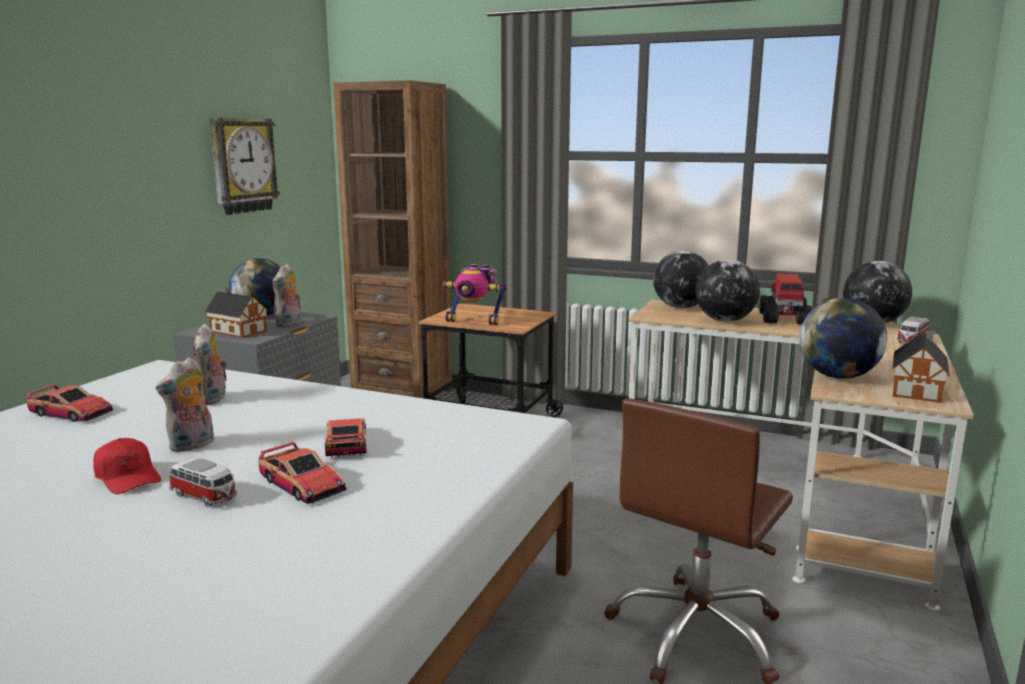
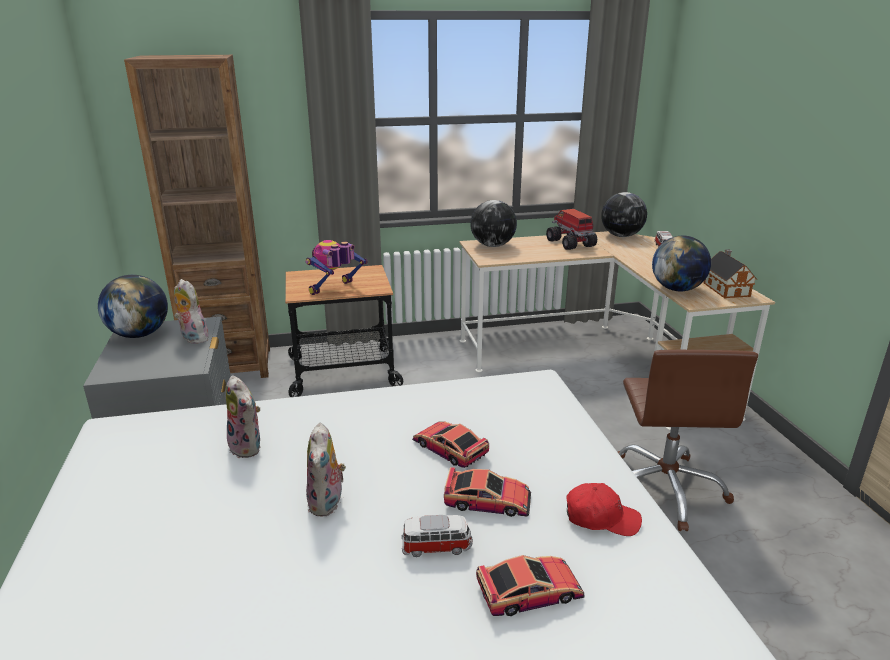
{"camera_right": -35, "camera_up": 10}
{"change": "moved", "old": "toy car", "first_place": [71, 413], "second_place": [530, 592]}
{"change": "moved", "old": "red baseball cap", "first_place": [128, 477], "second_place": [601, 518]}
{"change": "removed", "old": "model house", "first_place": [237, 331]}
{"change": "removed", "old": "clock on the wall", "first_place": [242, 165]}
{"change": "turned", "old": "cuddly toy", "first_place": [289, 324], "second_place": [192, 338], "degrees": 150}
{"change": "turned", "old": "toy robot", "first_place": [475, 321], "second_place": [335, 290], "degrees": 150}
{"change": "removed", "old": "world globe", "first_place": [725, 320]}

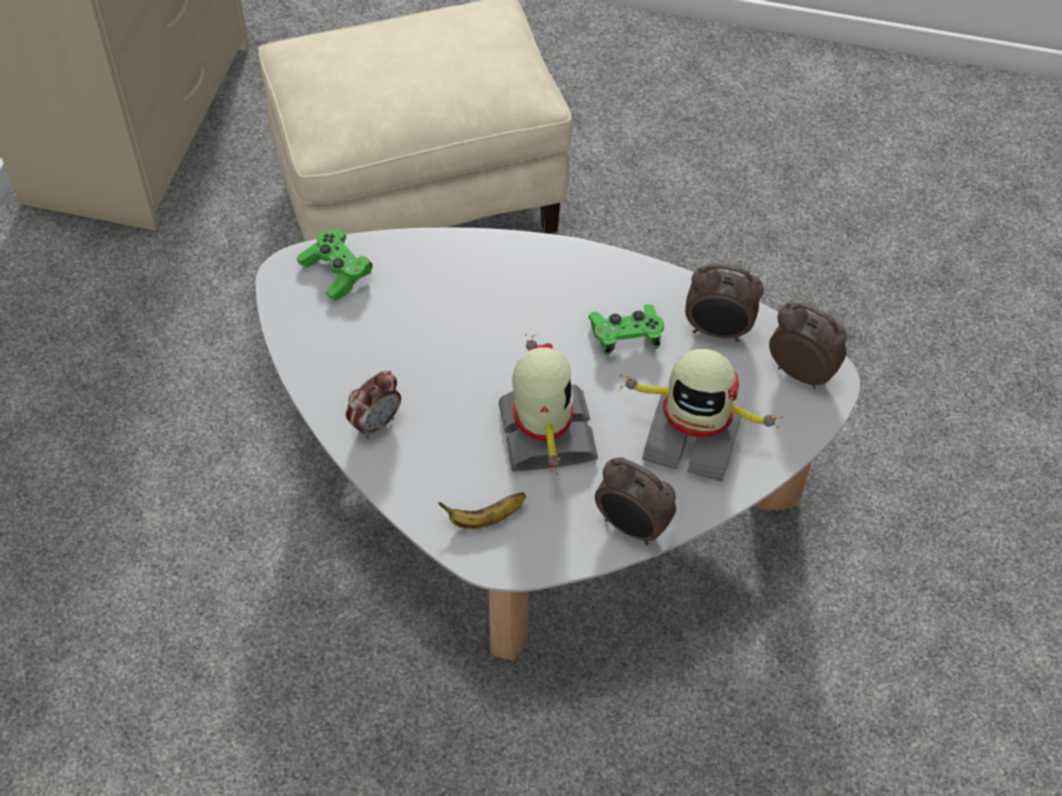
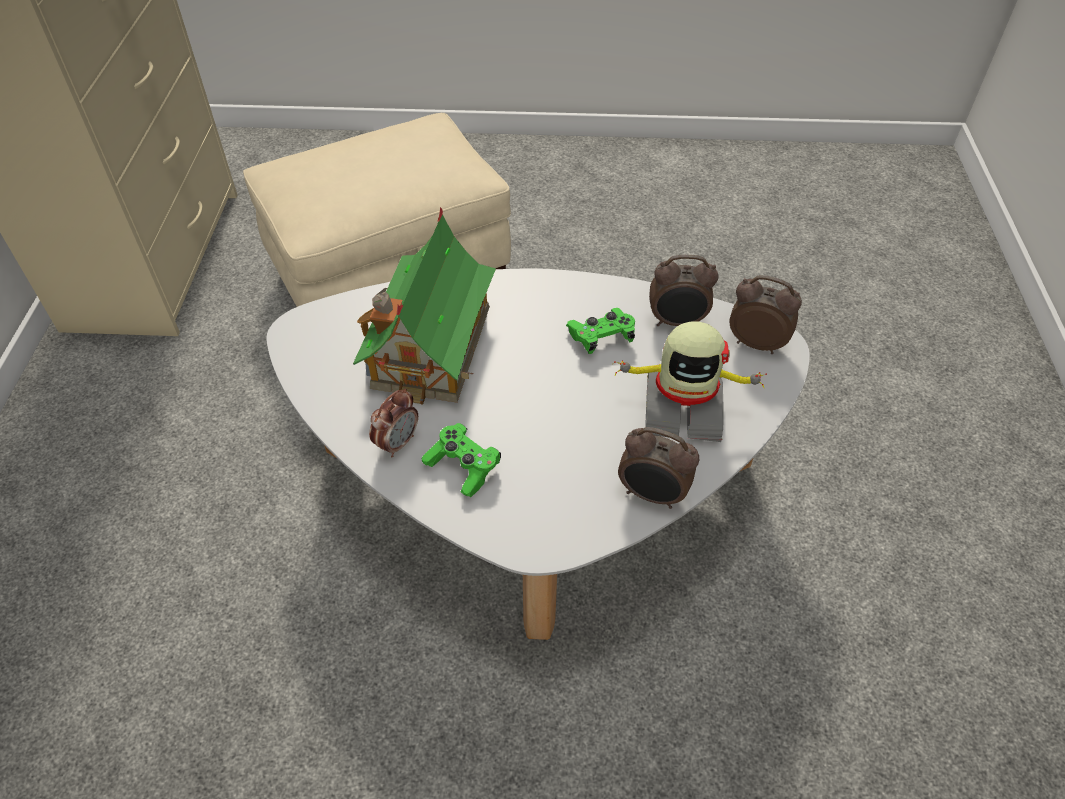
{"camera_right": -10, "camera_up": -5}
{"change": "moved", "old": "greenish gamepad", "first_place": [336, 272], "second_place": [463, 467]}
{"change": "removed", "old": "banana", "first_place": [485, 519]}
{"change": "removed", "old": "toy robot", "first_place": [544, 434]}
{"change": "added", "new": "model house", "second_place": [431, 347]}

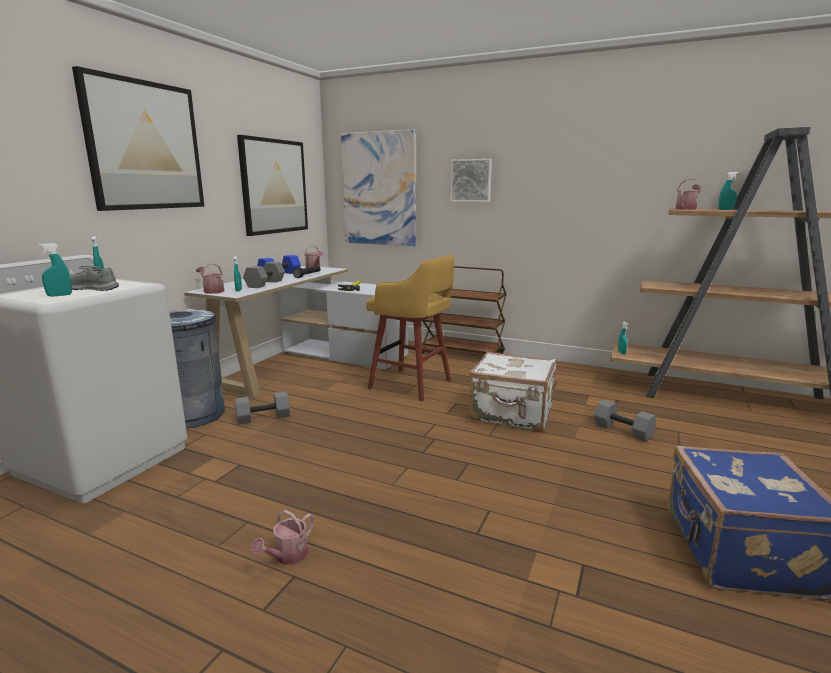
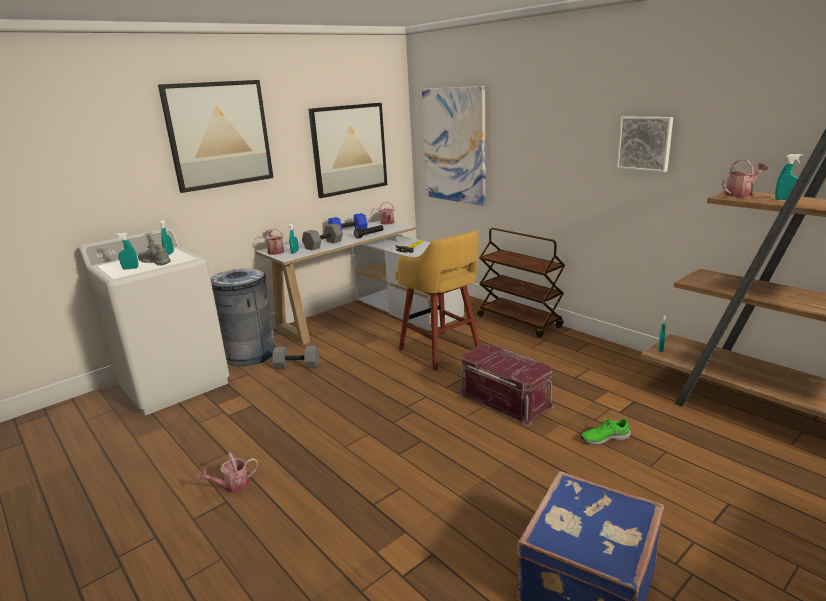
{"camera_right": 25, "camera_up": 5}
{"change": "moved", "old": "wall art", "first_place": [471, 180], "second_place": [645, 143]}
{"change": "replaced", "old": "white travel case", "new": "red storage bin", "first_place": [512, 414], "second_place": [506, 399]}
{"change": "replaced", "old": "greyish hand weight", "new": "greenish item of footwear", "first_place": [623, 430], "second_place": [604, 438]}

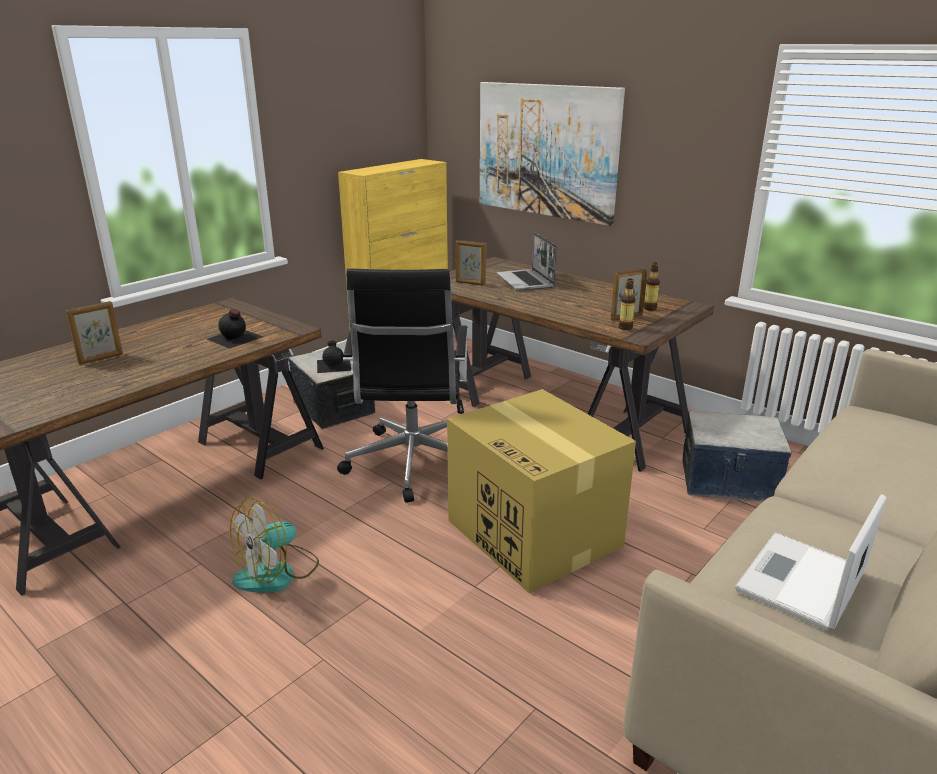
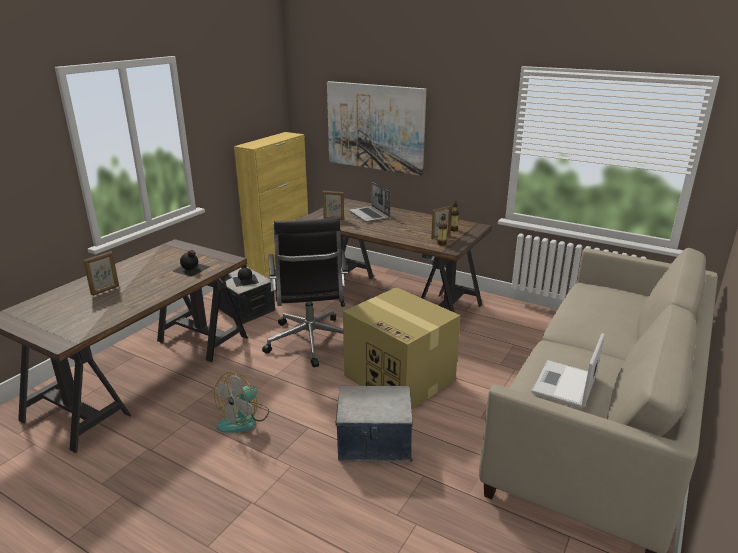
{"camera_right": -10, "camera_up": 0}
{"change": "moved", "old": "storage bin", "first_place": [728, 481], "second_place": [374, 442]}

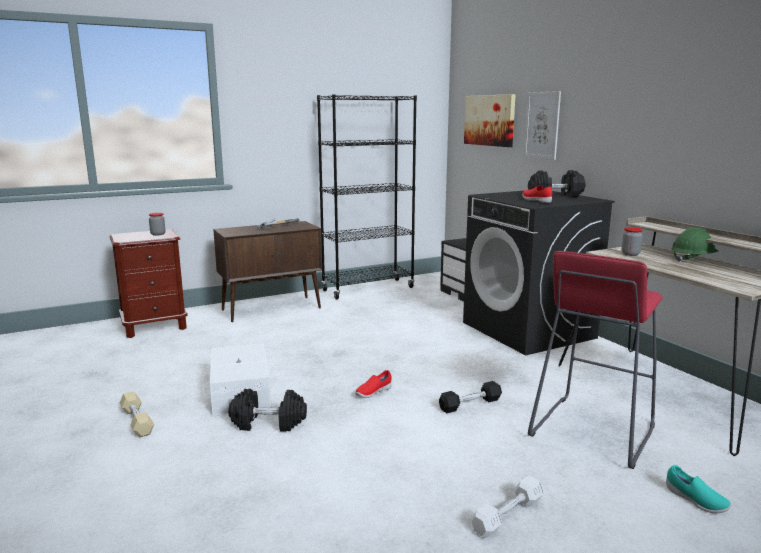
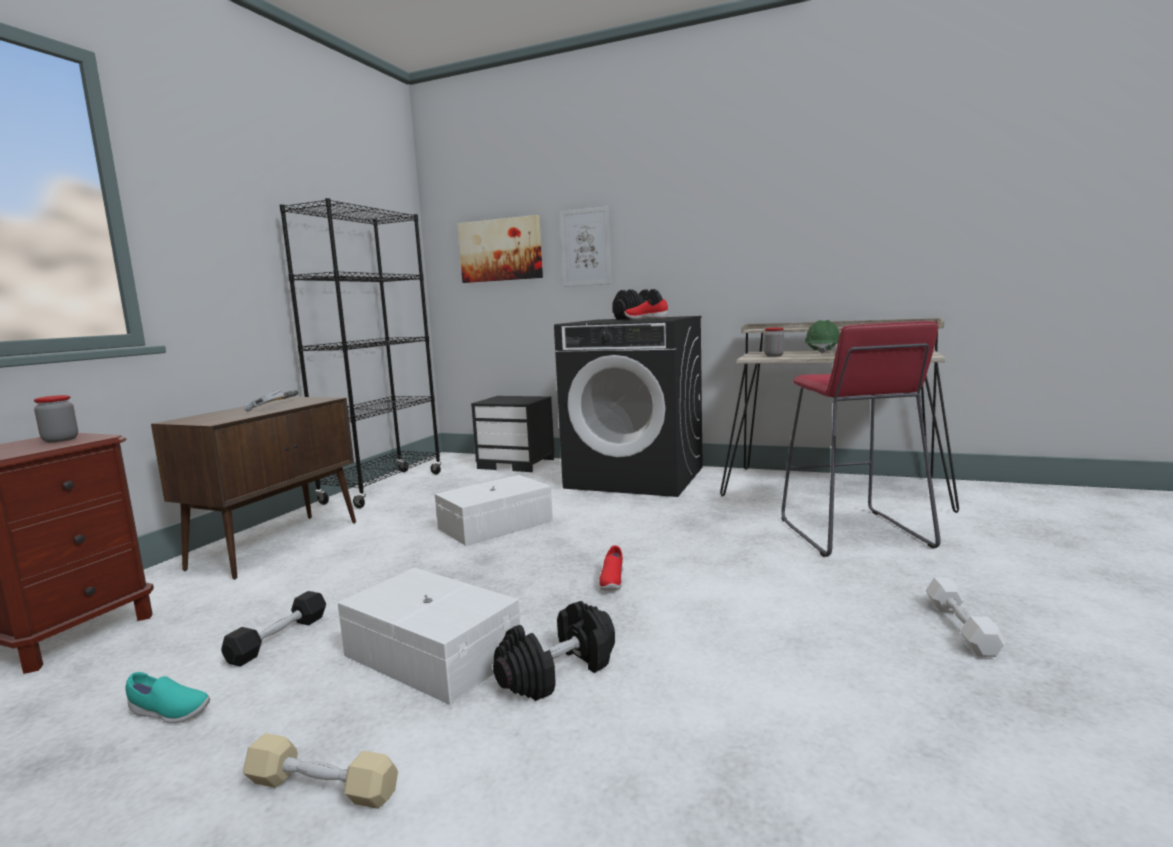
{"camera_right": -40, "camera_up": -5}
{"change": "moved", "old": "black hand weight", "first_place": [470, 404], "second_place": [279, 638]}
{"change": "moved", "old": "turquoise-coloured item of footwear", "first_place": [695, 500], "second_place": [169, 713]}
{"change": "added", "new": "white storage bin", "second_place": [497, 525]}

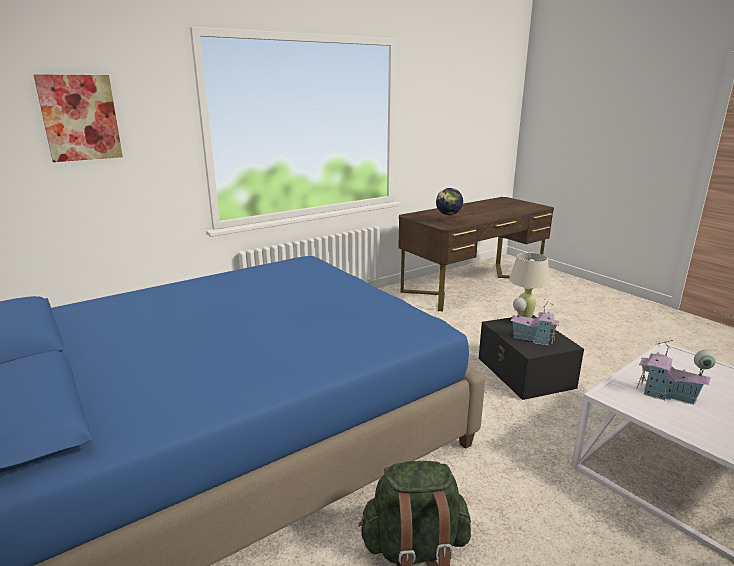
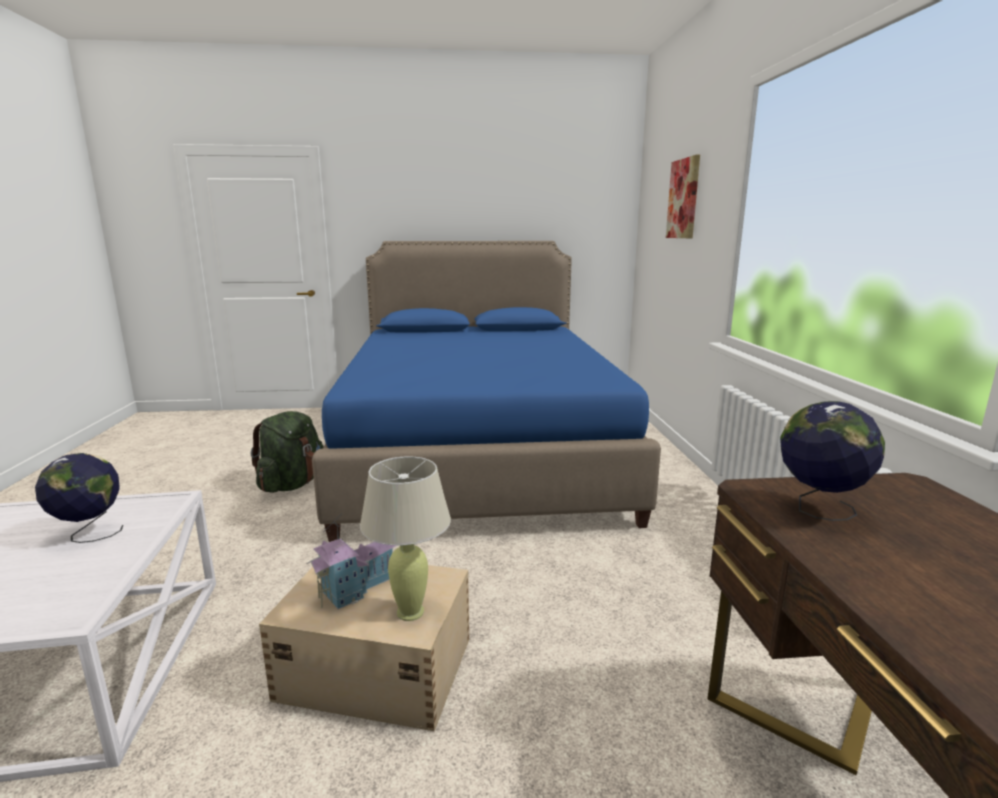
{"camera_right": 120, "camera_up": -5}
{"change": "recoloured", "old": "black storage bin", "new": "beige storage bin", "first_place": [525, 373], "second_place": [375, 667]}
{"change": "replaced", "old": "model house", "new": "world globe", "first_place": [668, 395], "second_place": [89, 534]}

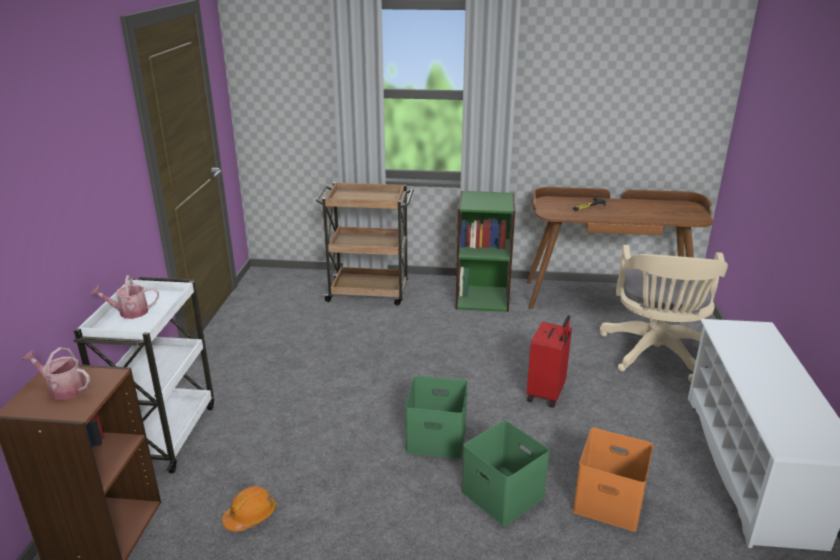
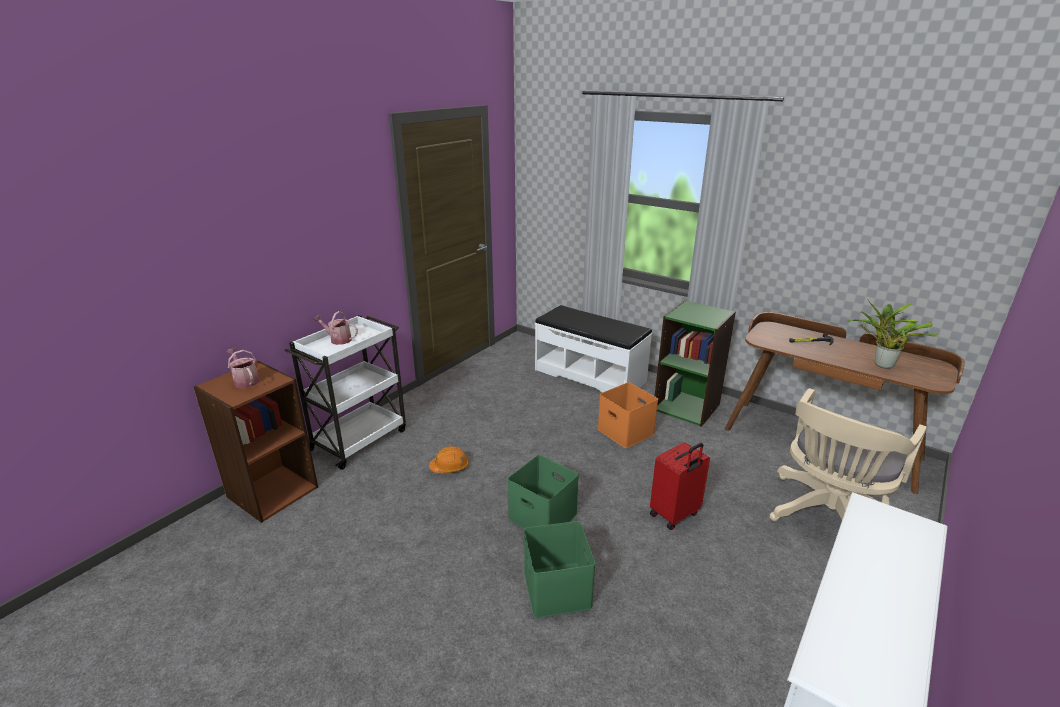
{"camera_right": 30, "camera_up": 0}
{"change": "moved", "old": "orangey work helmet", "first_place": [250, 516], "second_place": [449, 467]}
{"change": "replaced", "old": "brown cart", "new": "white indoor bench", "first_place": [369, 292], "second_place": [590, 375]}
{"change": "moved", "old": "orangey storage bin", "first_place": [607, 501], "second_place": [624, 431]}
{"change": "added", "new": "plant in a pot", "second_place": [880, 364]}

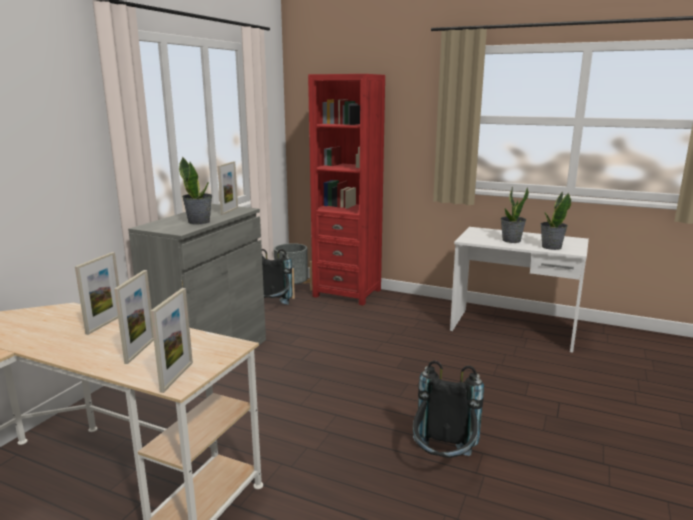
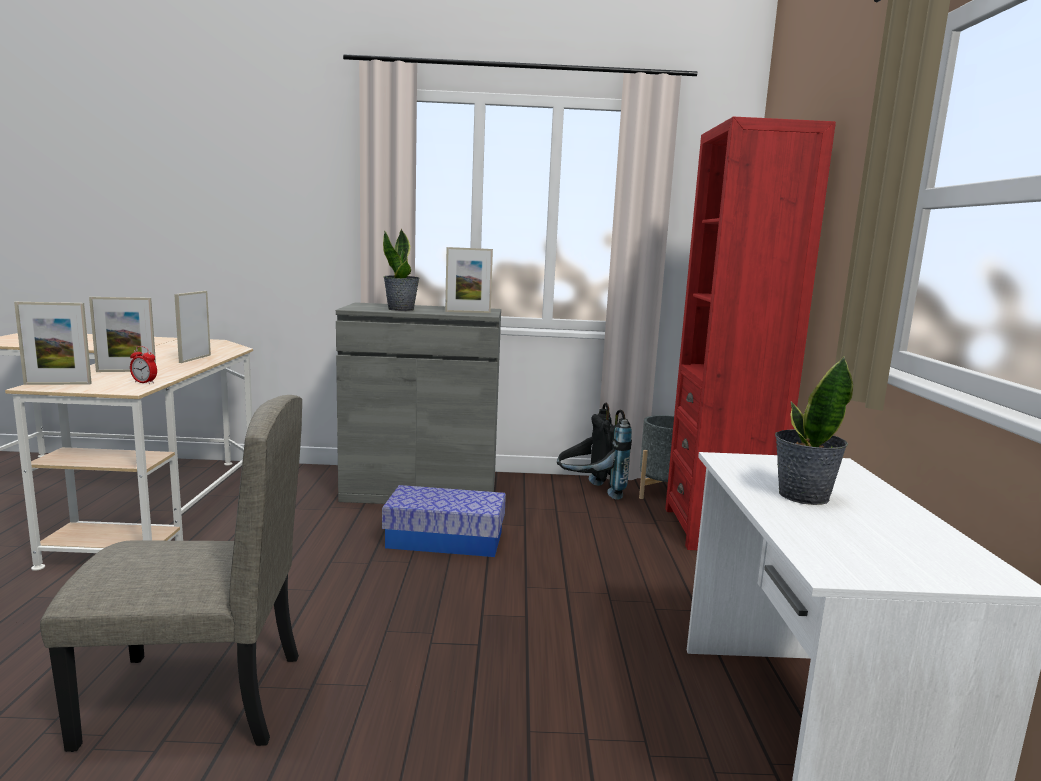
{"camera_right": 65, "camera_up": -5}
{"change": "turned", "old": "picture frame", "first_place": [105, 324], "second_place": [195, 359], "degrees": 105}
{"change": "replaced", "old": "black rucksack", "new": "beige chair", "first_place": [443, 462], "second_place": [194, 700]}
{"change": "removed", "old": "plant in a pot", "first_place": [551, 247]}
{"change": "added", "new": "bedside clock", "second_place": [144, 382]}
{"change": "added", "new": "storage bin", "second_place": [445, 539]}

